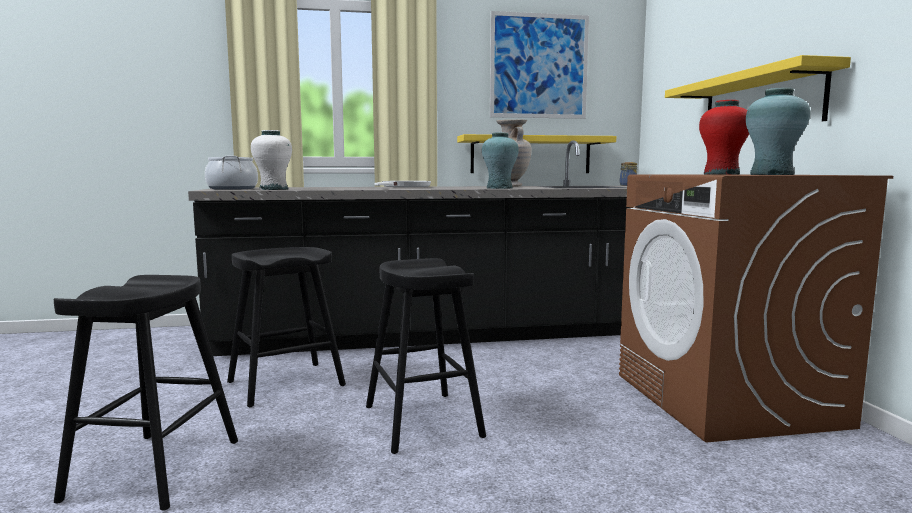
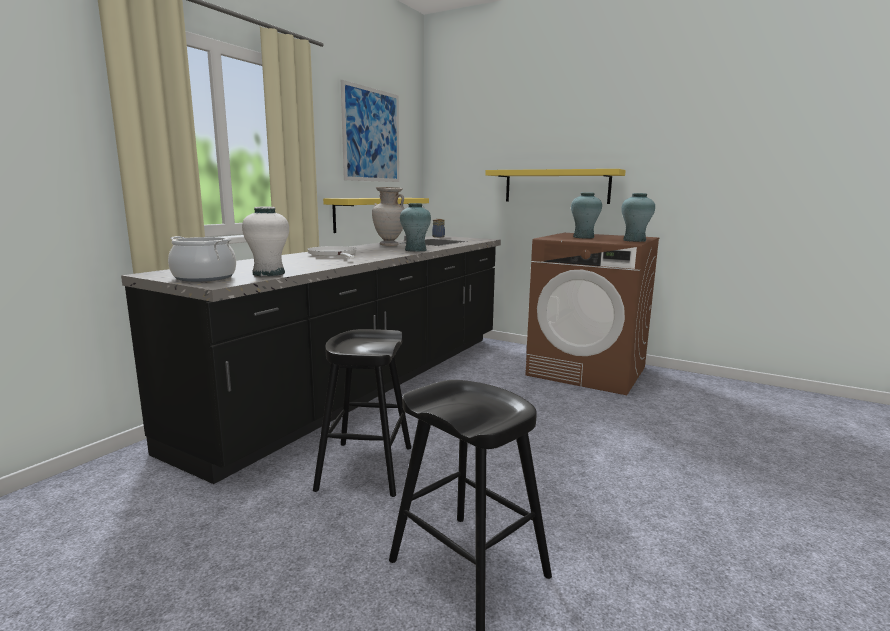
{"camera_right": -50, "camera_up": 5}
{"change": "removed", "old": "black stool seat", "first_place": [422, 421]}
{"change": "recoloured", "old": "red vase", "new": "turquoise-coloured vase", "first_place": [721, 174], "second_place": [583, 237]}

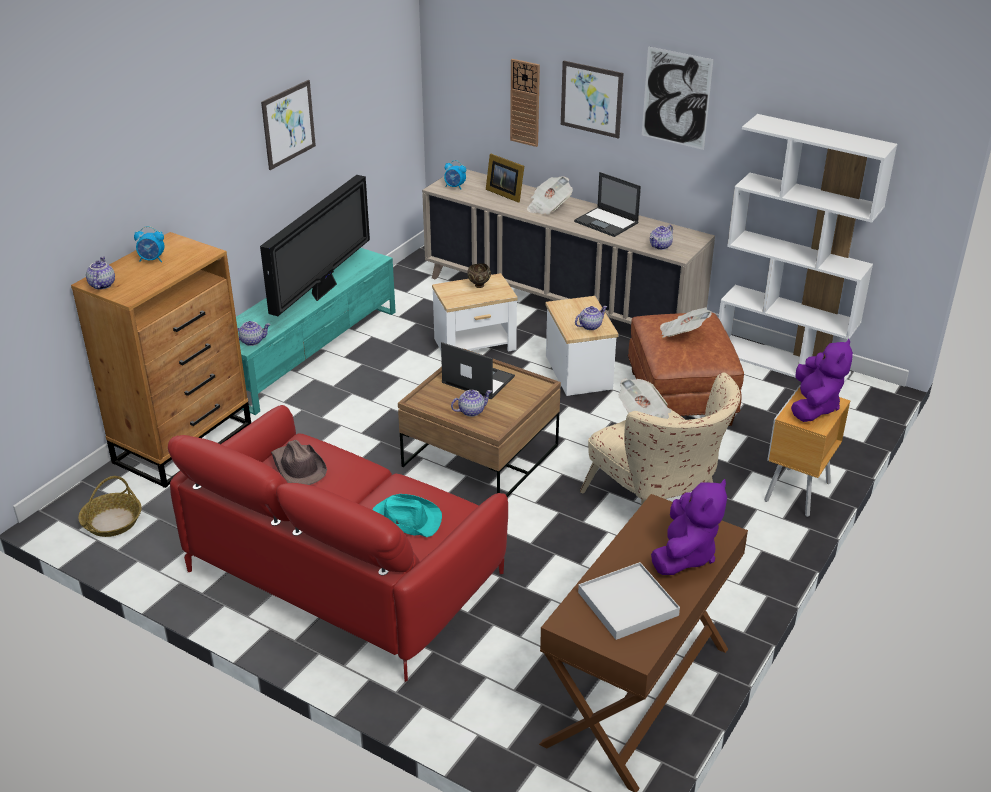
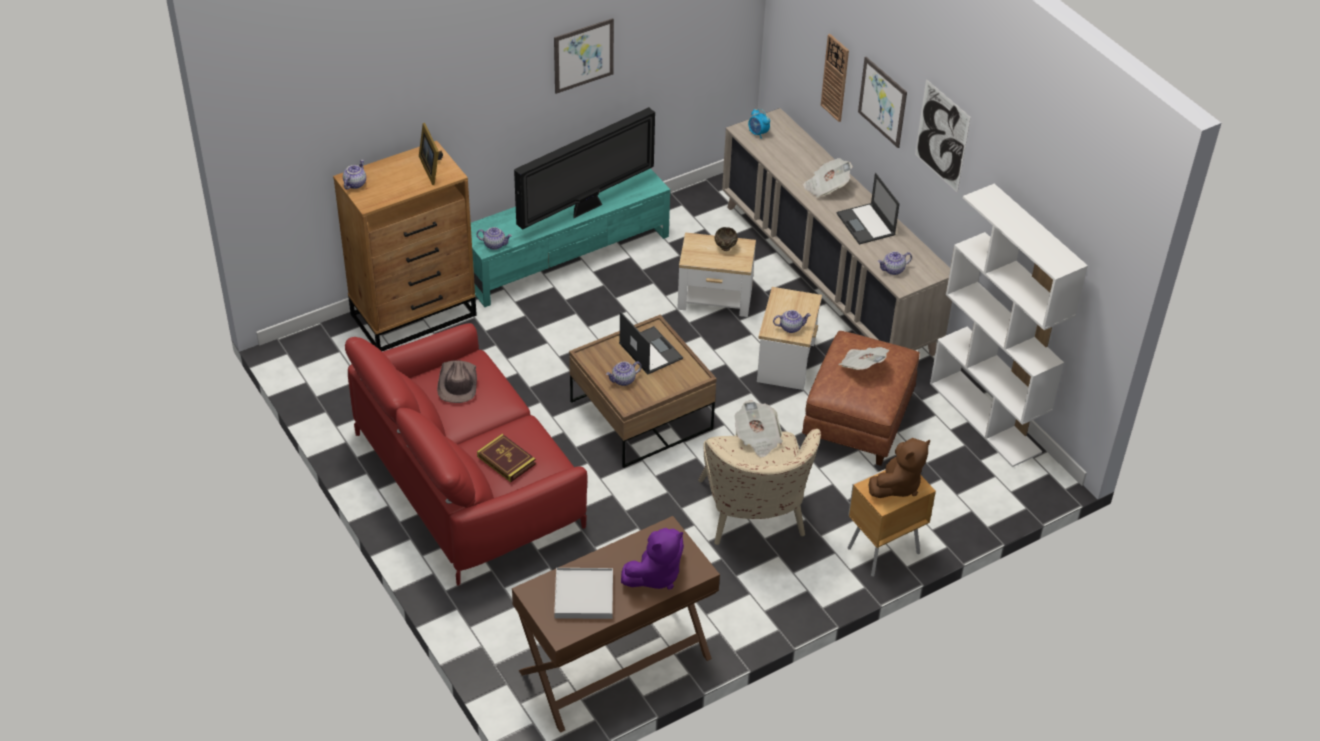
{"camera_right": 25, "camera_up": 10}
{"change": "removed", "old": "household basket", "first_place": [112, 522]}
{"change": "removed", "old": "bedside clock", "first_place": [152, 260]}
{"change": "replaced", "old": "turquoise-coloured hat", "new": "book", "first_place": [404, 520], "second_place": [506, 460]}
{"change": "turned", "old": "pot for tea", "first_place": [471, 411], "second_place": [623, 380], "degrees": 150}
{"change": "moved", "old": "picture frame", "first_place": [505, 193], "second_place": [432, 168]}
{"change": "recoloured", "old": "purple cuddly toy", "new": "brown cuddly toy", "first_place": [814, 407], "second_place": [897, 485]}

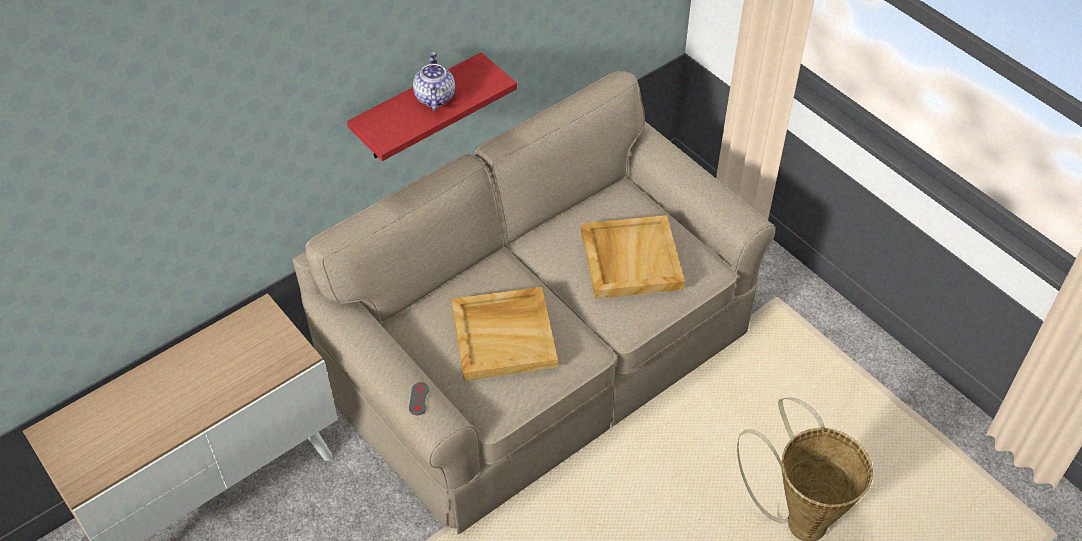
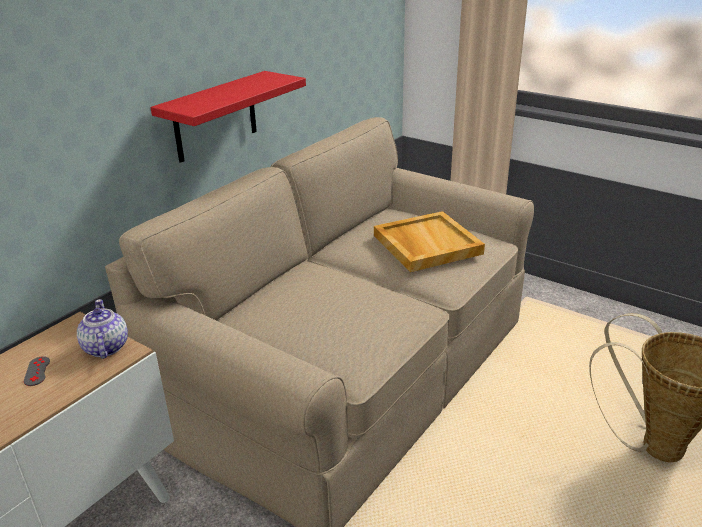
{"camera_right": -15, "camera_up": -20}
{"change": "moved", "old": "greyish gamepad", "first_place": [419, 399], "second_place": [37, 371]}
{"change": "moved", "old": "pot for tea", "first_place": [434, 97], "second_place": [105, 347]}
{"change": "removed", "old": "beige tray", "first_place": [504, 335]}

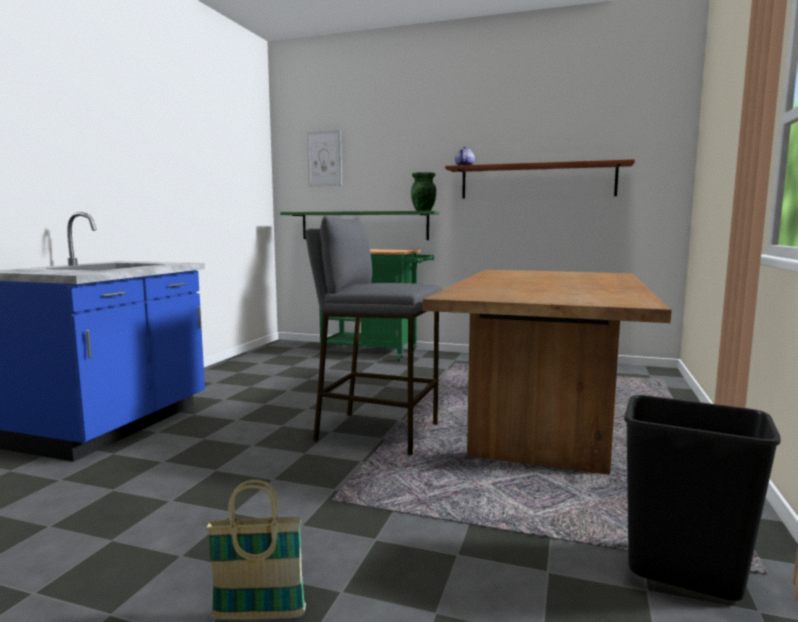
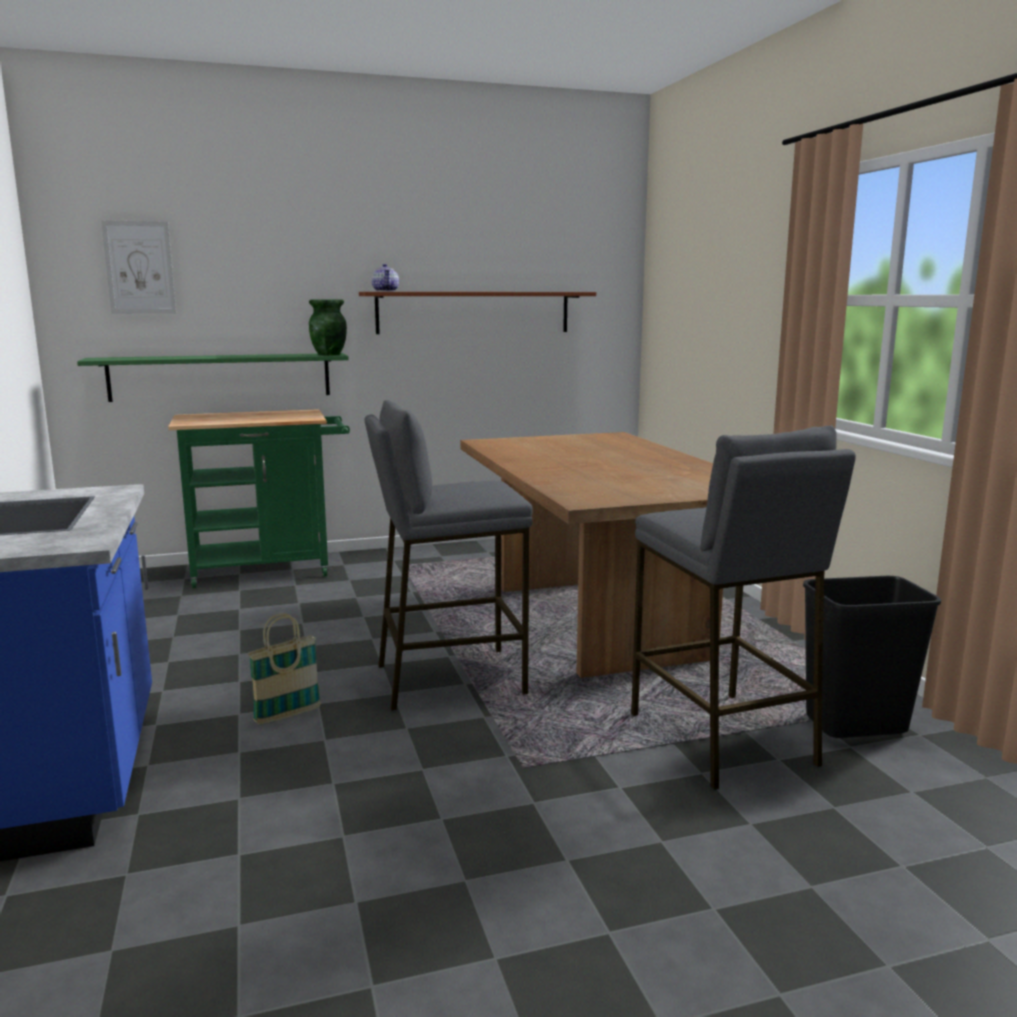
{"camera_right": -35, "camera_up": 5}
{"change": "moved", "old": "household basket", "first_place": [259, 615], "second_place": [287, 715]}
{"change": "added", "new": "greyish stool seat", "second_place": [722, 739]}

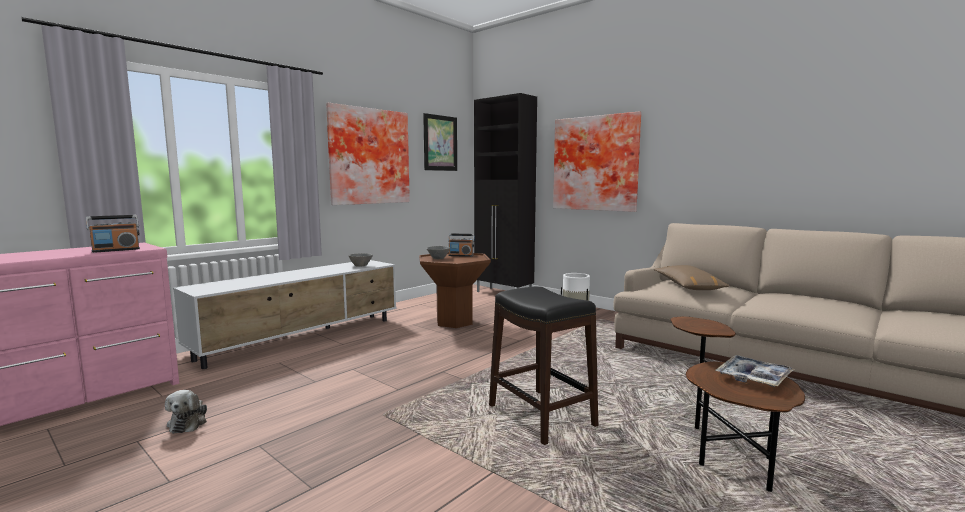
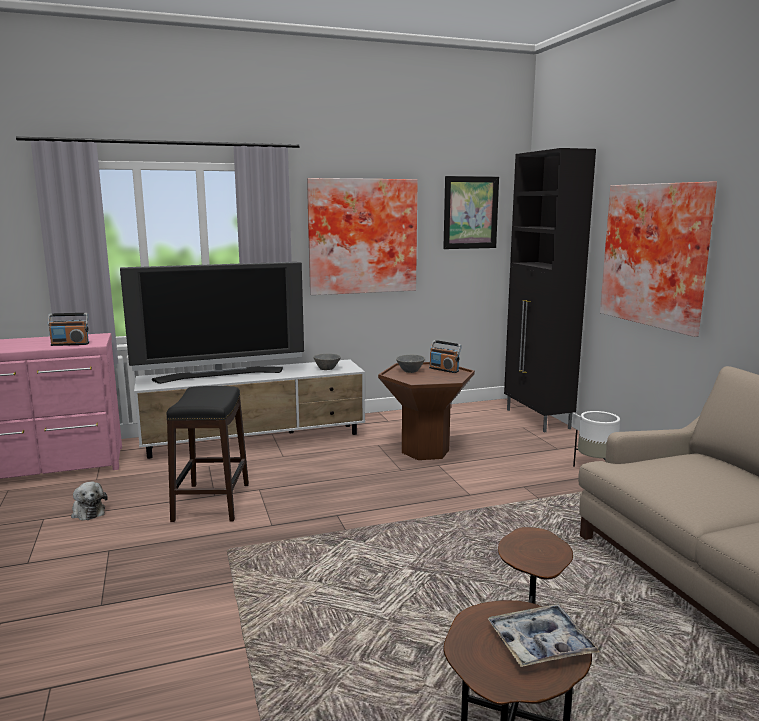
{"camera_right": 30, "camera_up": 5}
{"change": "turned", "old": "cuddly toy", "first_place": [188, 422], "second_place": [87, 511], "degrees": -60}
{"change": "moved", "old": "black stool seat", "first_place": [541, 415], "second_place": [212, 502]}
{"change": "removed", "old": "brown throw pillow", "first_place": [688, 286]}
{"change": "added", "new": "TV", "second_place": [220, 375]}

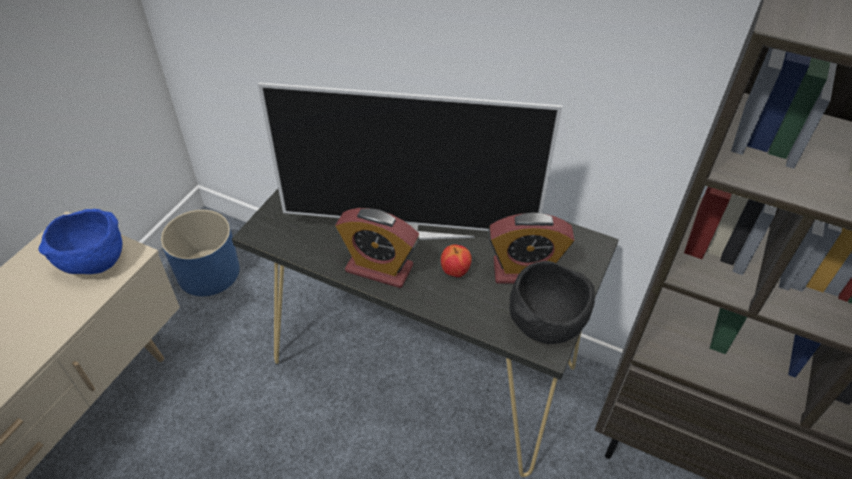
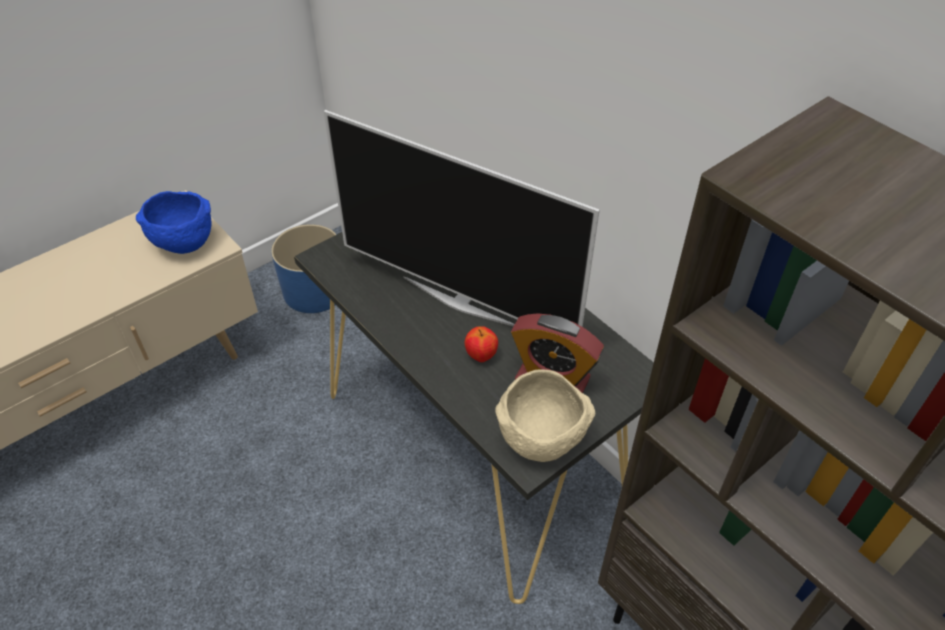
{"camera_right": 25, "camera_up": 0}
{"change": "removed", "old": "bedside clock", "first_place": [379, 268]}
{"change": "recoloured", "old": "black bowl", "new": "beige bowl", "first_place": [546, 323], "second_place": [542, 438]}

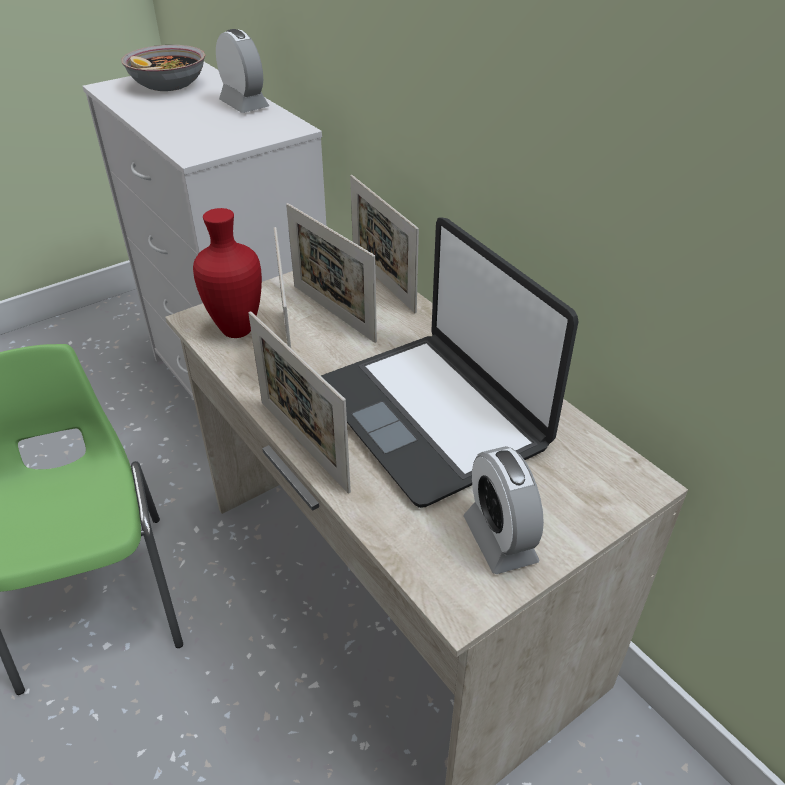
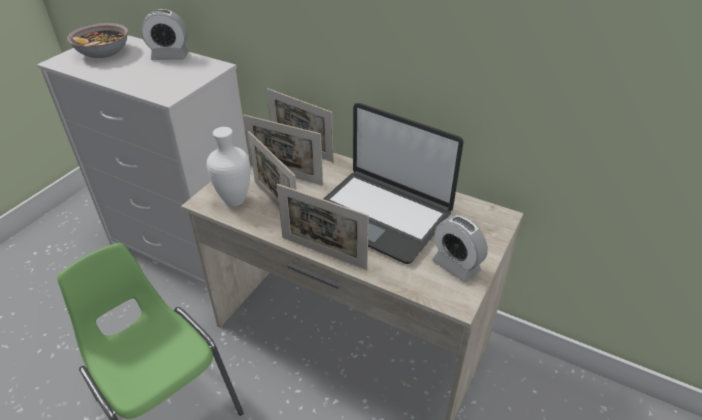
{"camera_right": -25, "camera_up": 0}
{"change": "recoloured", "old": "red vase", "new": "white vase", "first_place": [235, 330], "second_place": [233, 201]}
{"change": "turned", "old": "bedside clock", "first_place": [244, 104], "second_place": [170, 56], "degrees": 150}

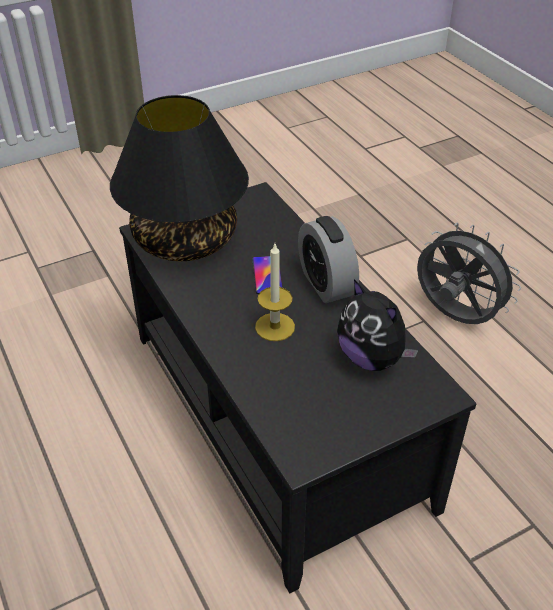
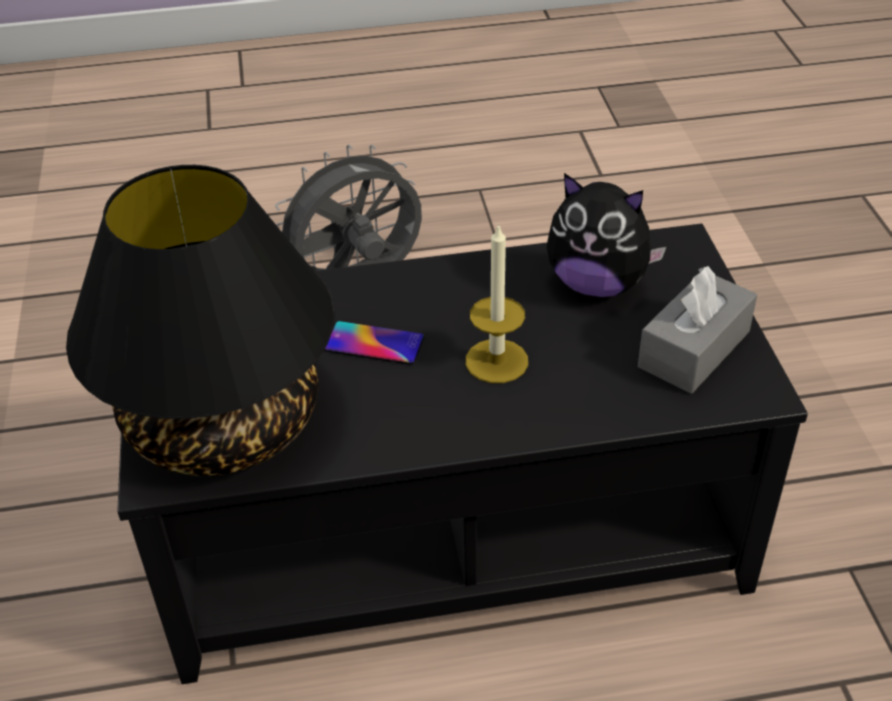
{"camera_right": -70, "camera_up": 0}
{"change": "removed", "old": "bedside clock", "first_place": [326, 284]}
{"change": "turned", "old": "cuddly toy", "first_place": [371, 358], "second_place": [597, 284], "degrees": 45}
{"change": "added", "new": "greyish tissue box", "second_place": [694, 349]}

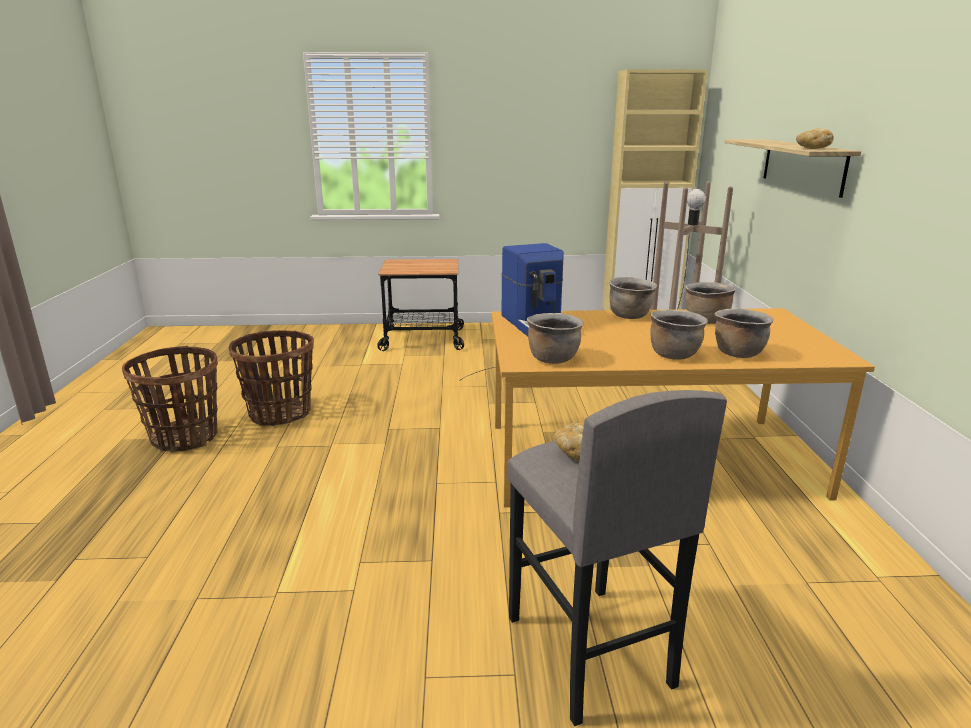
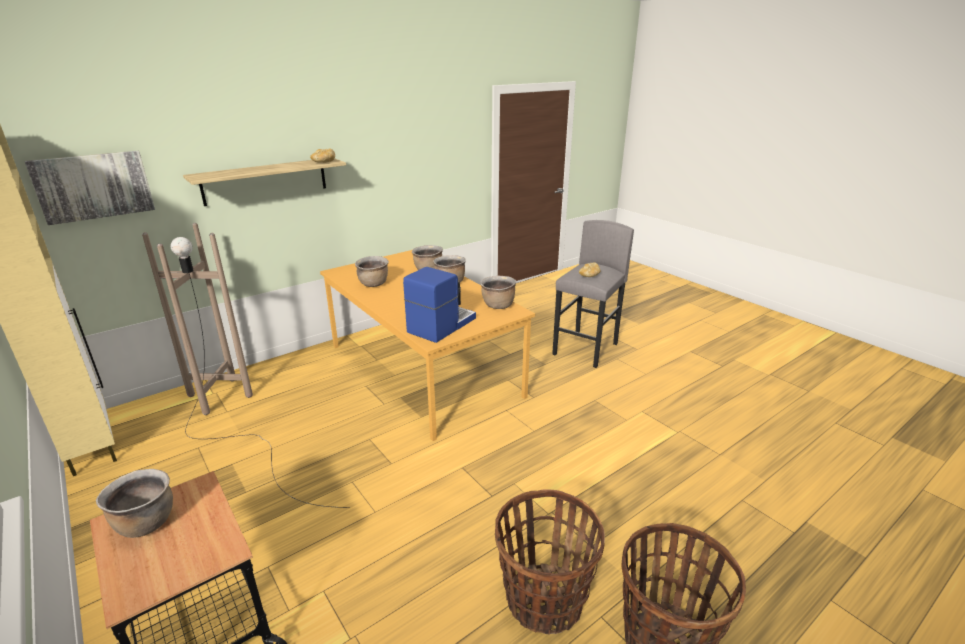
{"camera_right": -125, "camera_up": 5}
{"change": "moved", "old": "brown saucepot", "first_place": [630, 316], "second_place": [146, 523]}
{"change": "added", "new": "wall art", "second_place": [94, 186]}

